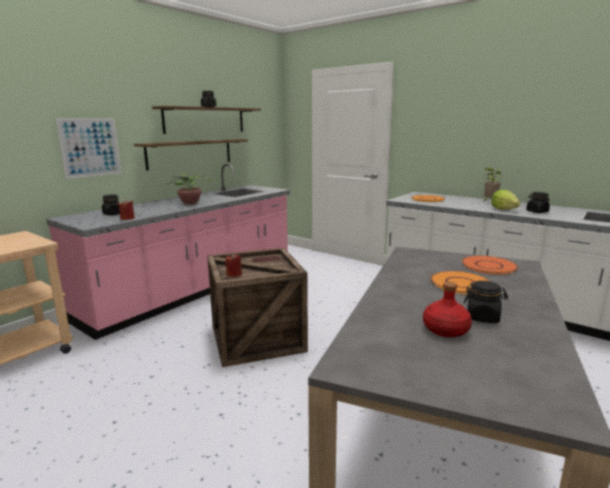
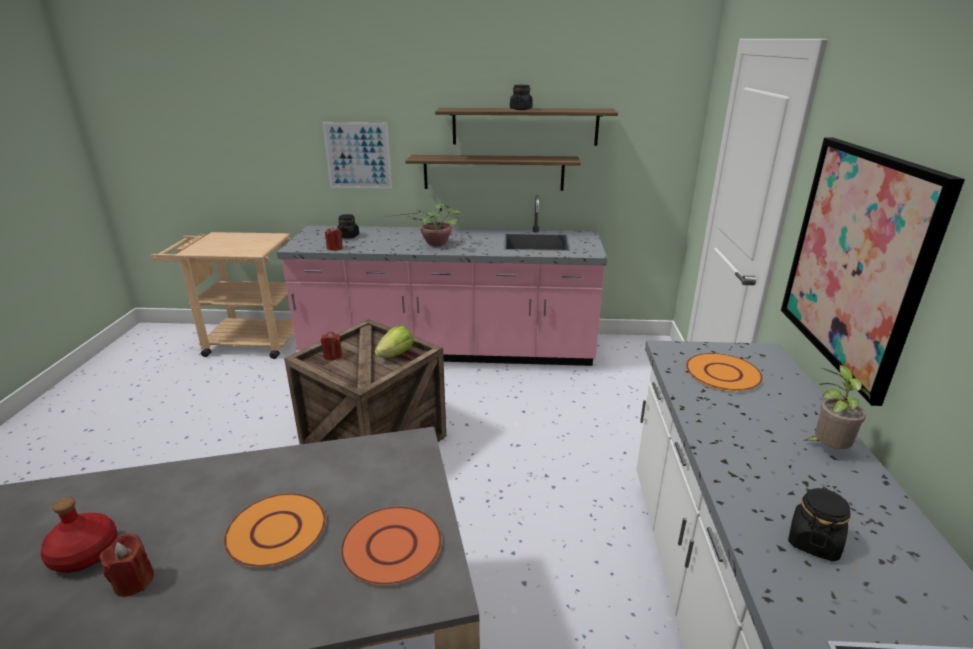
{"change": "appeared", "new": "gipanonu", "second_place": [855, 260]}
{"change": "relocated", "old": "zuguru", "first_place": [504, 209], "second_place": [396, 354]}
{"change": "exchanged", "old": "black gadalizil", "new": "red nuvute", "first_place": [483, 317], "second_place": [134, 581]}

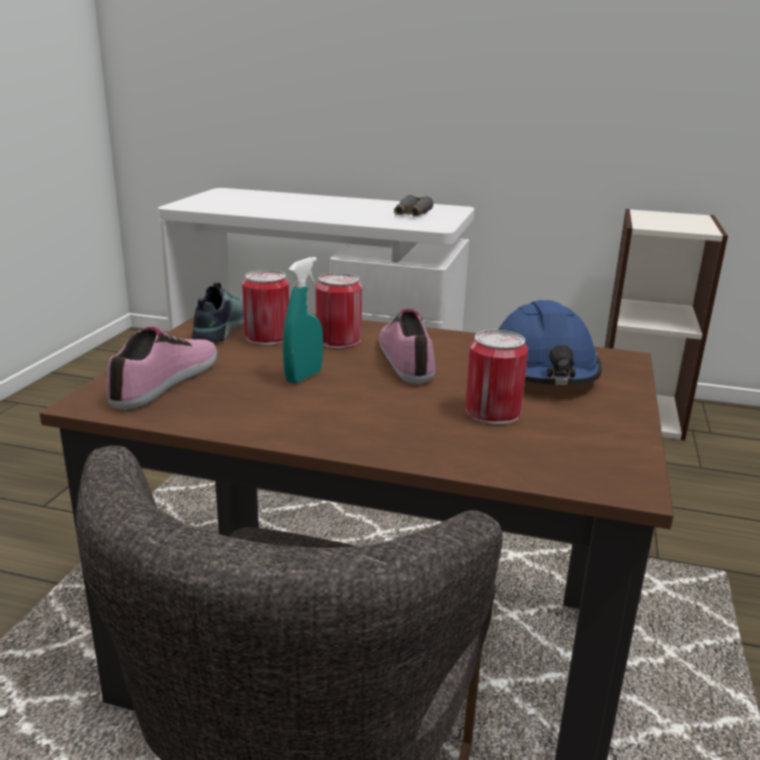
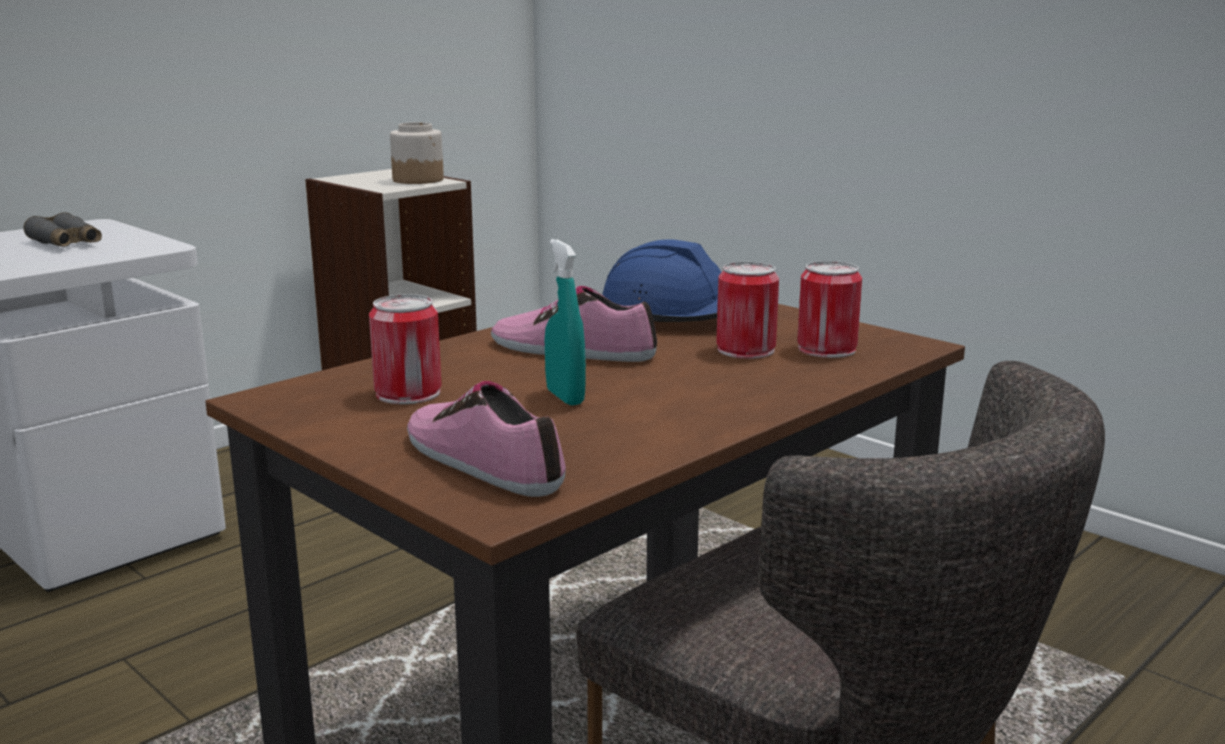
{"change": "missing", "old": "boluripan", "first_place": [221, 327]}
{"change": "appeared", "new": "gadalizil", "second_place": [418, 180]}
{"change": "relocated", "old": "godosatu", "first_place": [338, 340], "second_place": [826, 349]}

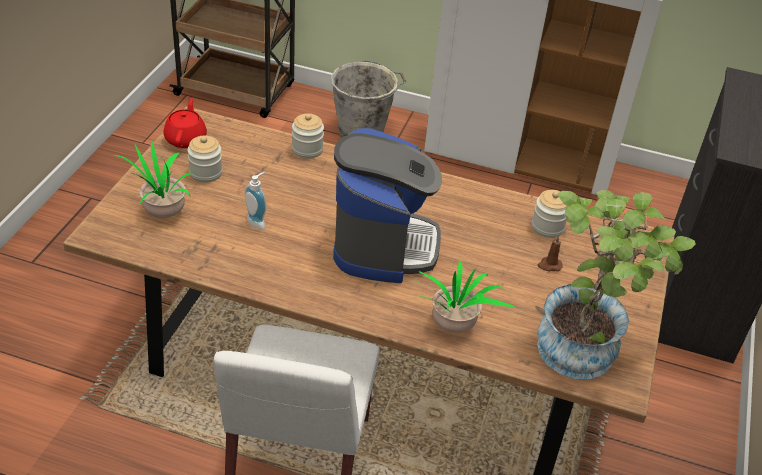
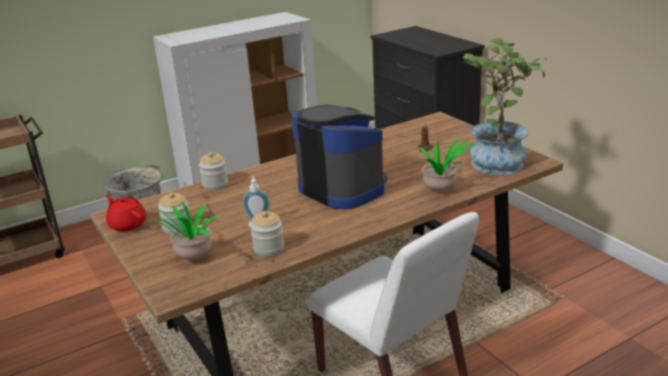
{"change": "relocated", "old": "gadalizil", "first_place": [547, 227], "second_place": [269, 248]}

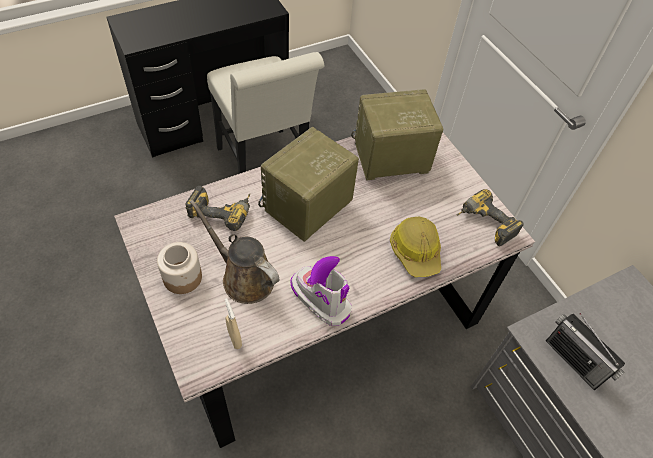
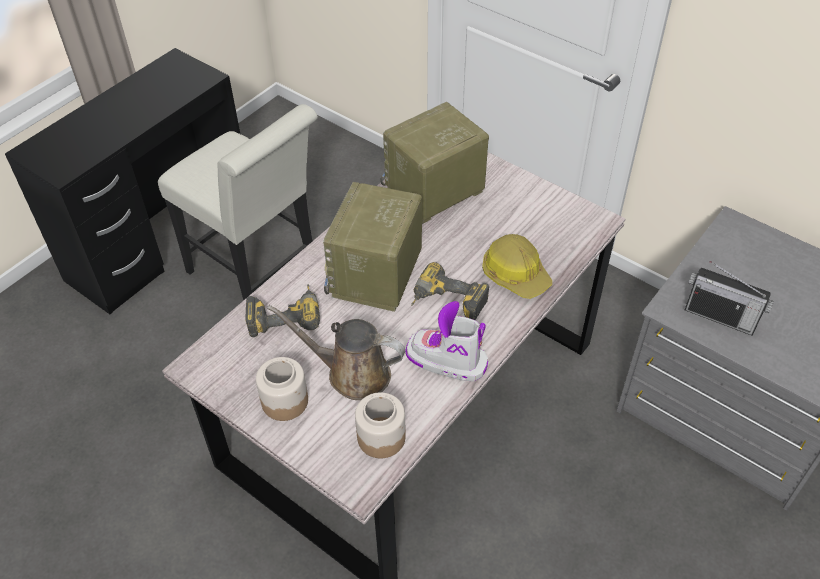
{"change": "relocated", "old": "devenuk", "first_place": [484, 225], "second_place": [446, 304]}
{"change": "exchanged", "old": "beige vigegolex", "new": "gadalizil", "first_place": [234, 338], "second_place": [381, 437]}

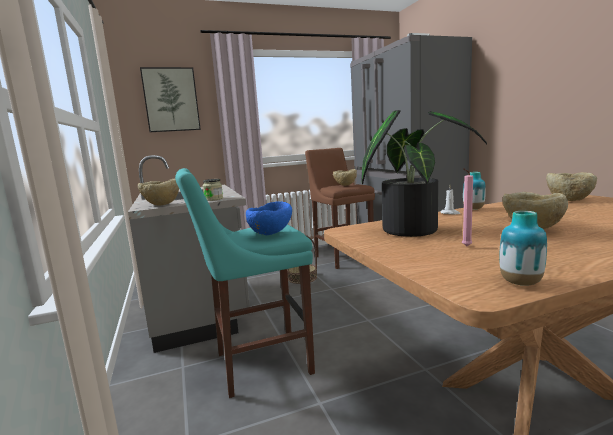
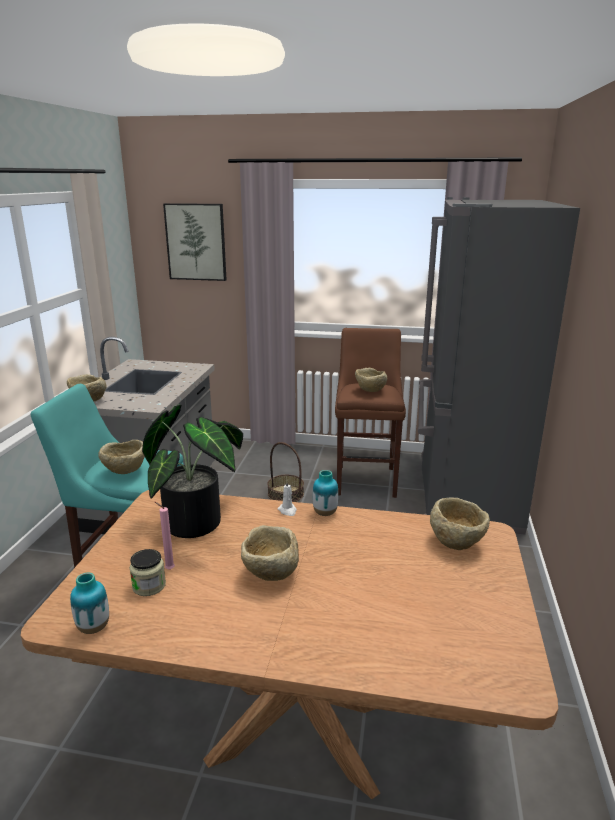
{"change": "relocated", "old": "gadalizil", "first_place": [213, 199], "second_place": [149, 586]}
{"change": "colour", "old": "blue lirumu", "new": "beige lirumu", "first_place": [271, 234], "second_place": [125, 473]}

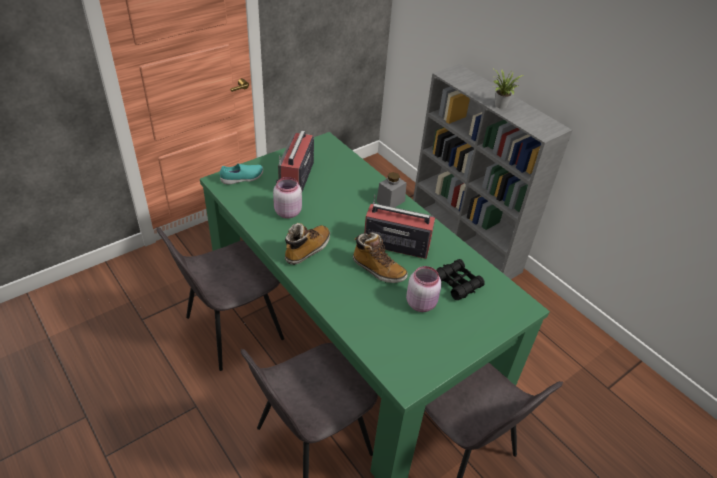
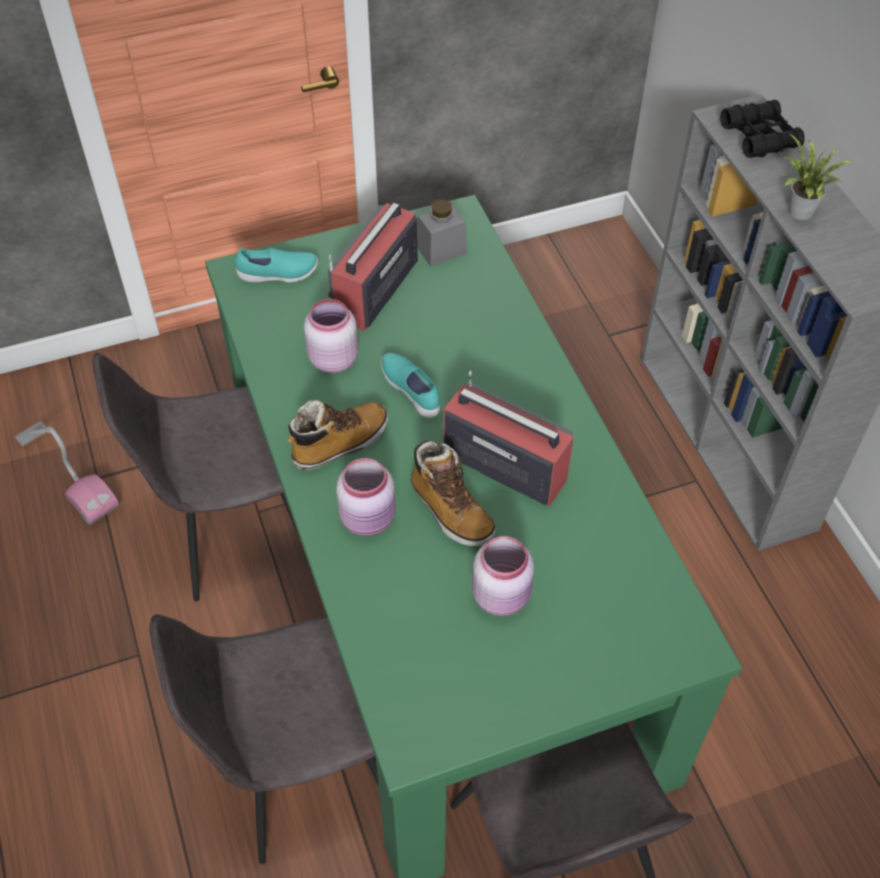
{"change": "appeared", "new": "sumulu", "second_place": [67, 473]}
{"change": "appeared", "new": "pink gadalizil", "second_place": [369, 518]}
{"change": "appeared", "new": "turquoise boluripan", "second_place": [412, 390]}
{"change": "relocated", "old": "grey gadalizil", "first_place": [390, 201], "second_place": [441, 250]}
{"change": "relocated", "old": "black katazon", "first_place": [457, 283], "second_place": [760, 137]}

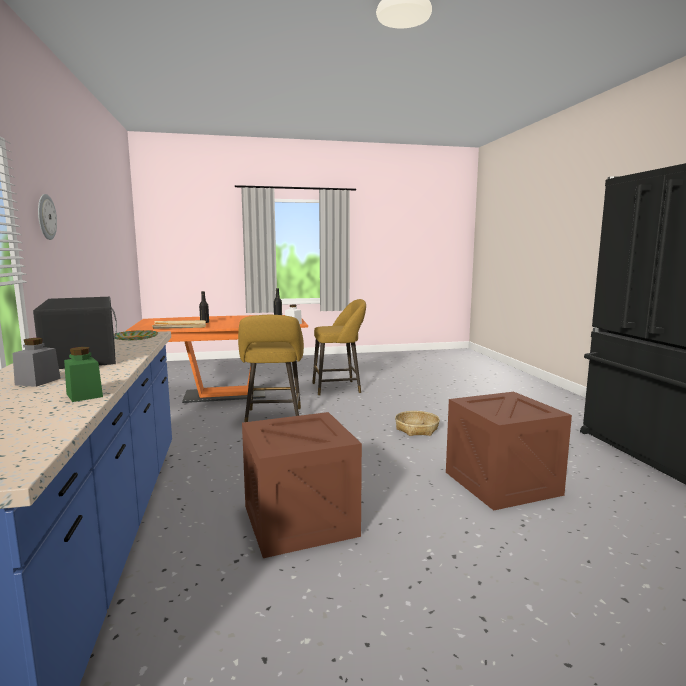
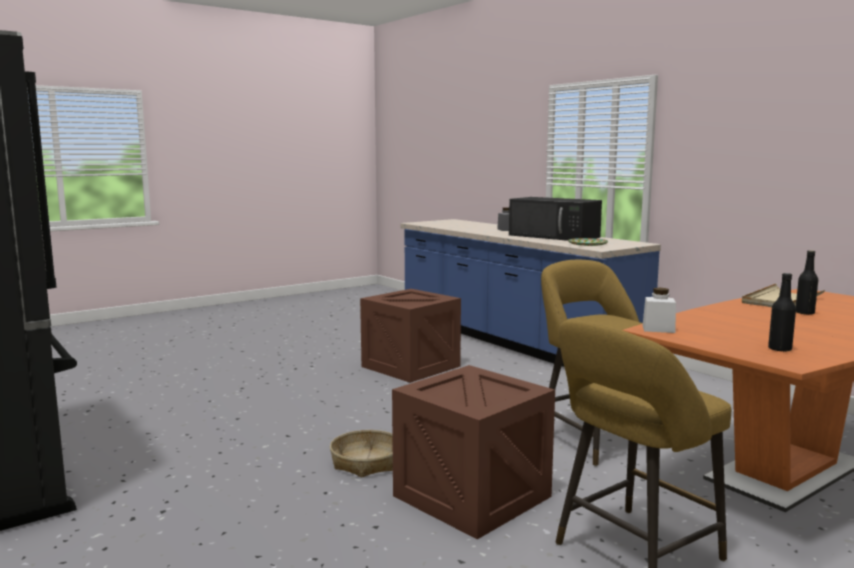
{"change": "missing", "old": "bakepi", "first_place": [45, 217]}
{"change": "missing", "old": "green gadalizil", "first_place": [84, 395]}
{"change": "relocated", "old": "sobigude", "first_place": [502, 483], "second_place": [472, 496]}

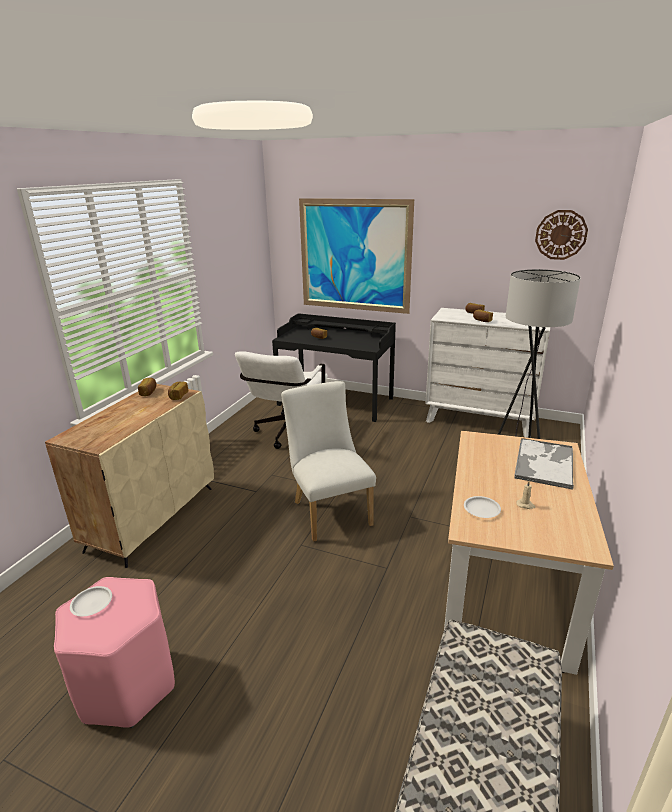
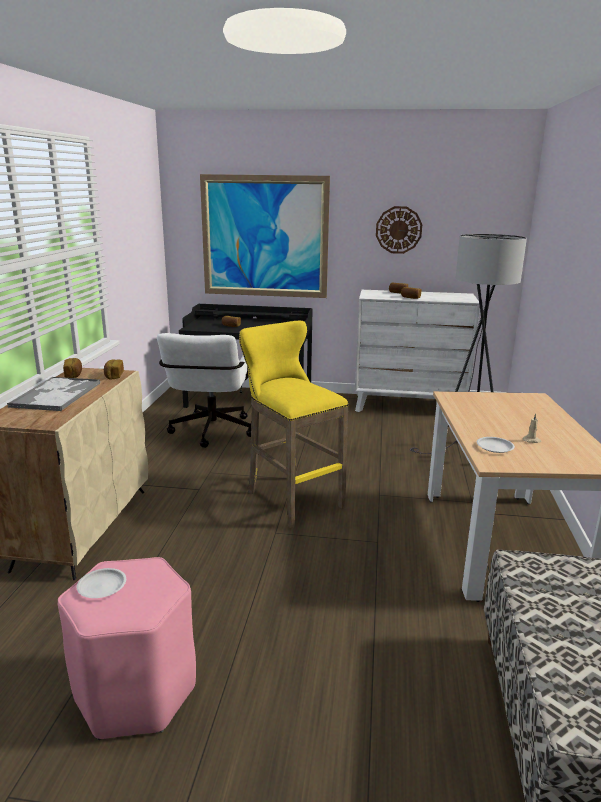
{"change": "relocated", "old": "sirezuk", "first_place": [544, 463], "second_place": [57, 394]}
{"change": "relocated", "old": "bakepi", "first_place": [561, 235], "second_place": [398, 230]}
{"change": "exchanged", "old": "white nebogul", "new": "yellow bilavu", "first_place": [329, 510], "second_place": [291, 498]}

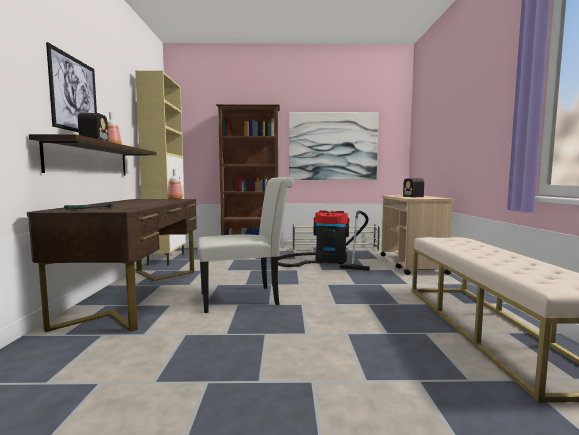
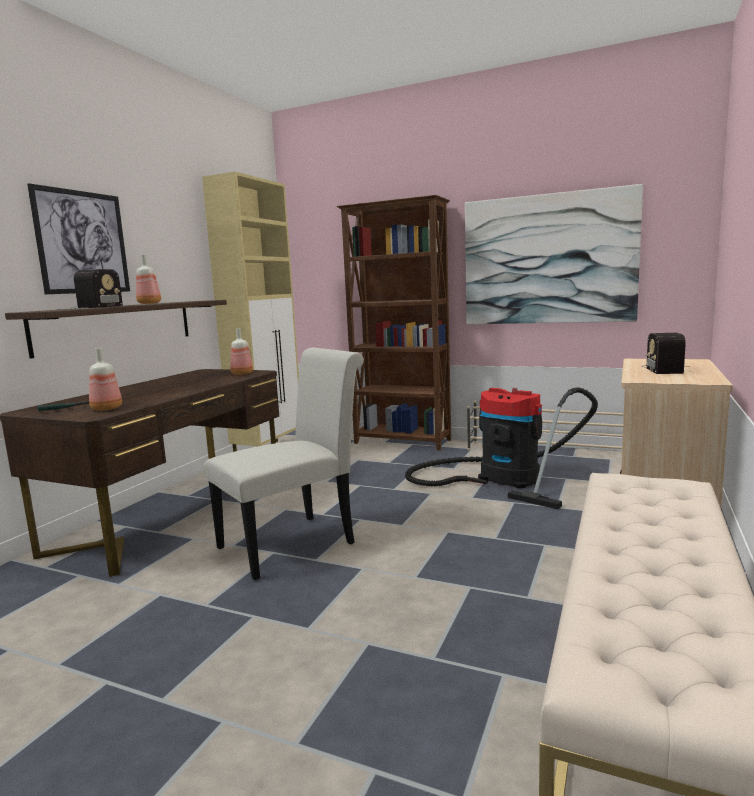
{"change": "appeared", "new": "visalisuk", "second_place": [105, 409]}
{"change": "spun", "old": "white nebogul", "first_place": [245, 298], "second_place": [295, 542], "degrees": -45}

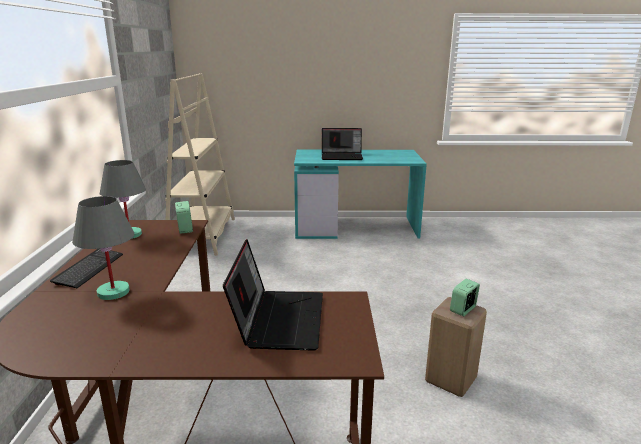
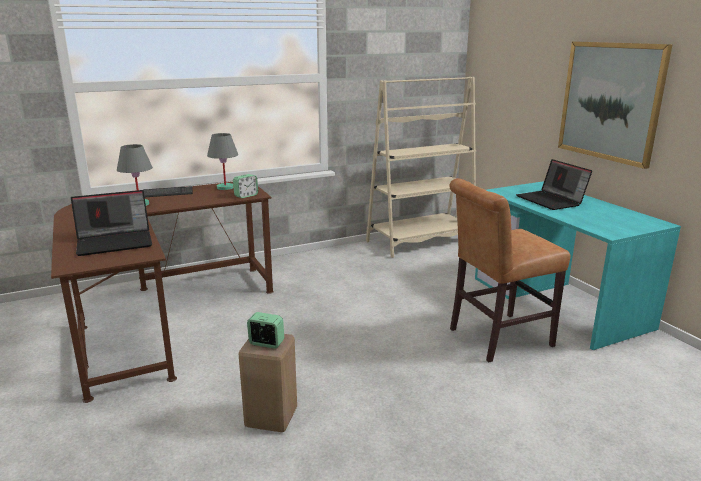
{"change": "appeared", "new": "brown nebogul", "second_place": [495, 338]}
{"change": "appeared", "new": "gipanonu", "second_place": [610, 101]}

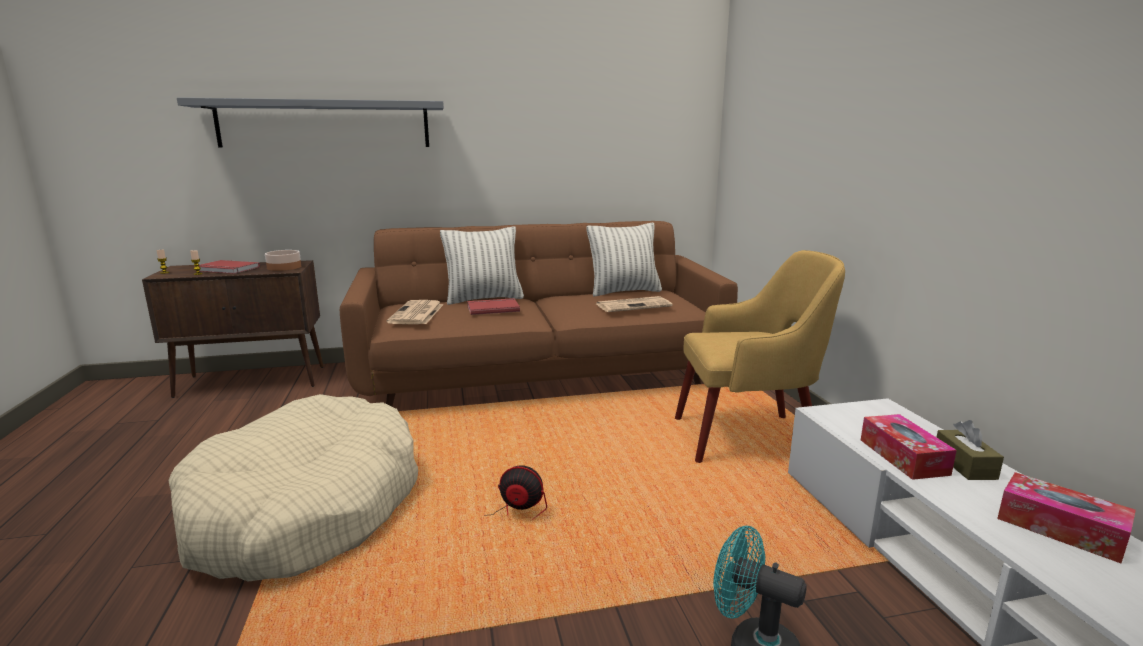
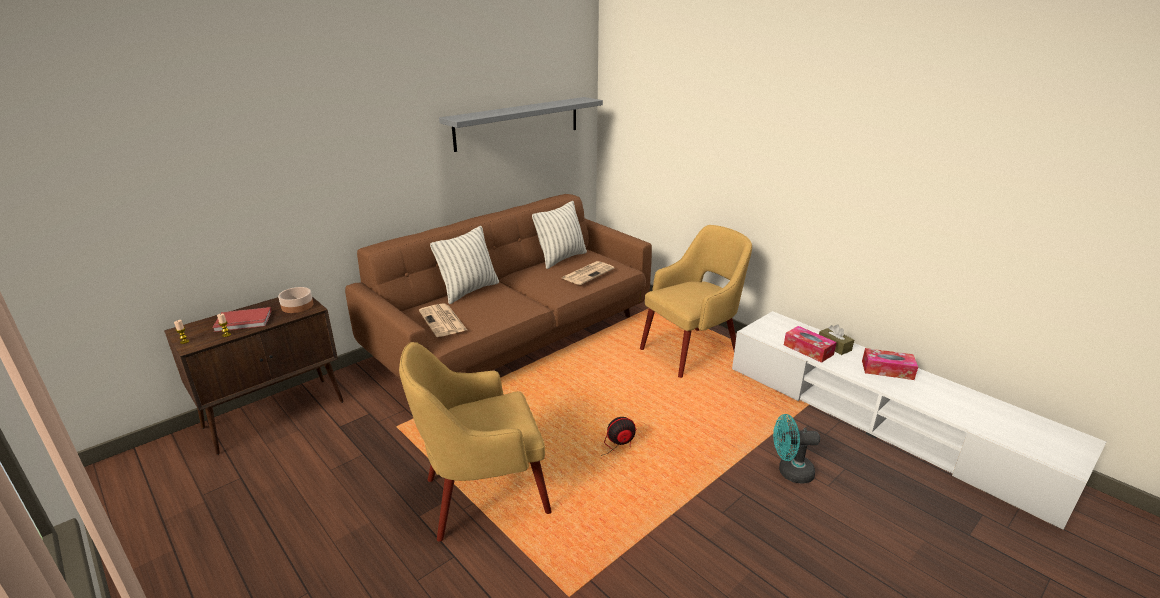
{"change": "missing", "old": "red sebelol", "first_place": [492, 308]}
{"change": "relocated", "old": "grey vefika", "first_place": [325, 124], "second_place": [518, 123]}
{"change": "exchanged", "old": "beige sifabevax", "new": "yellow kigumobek", "first_place": [306, 509], "second_place": [482, 496]}

